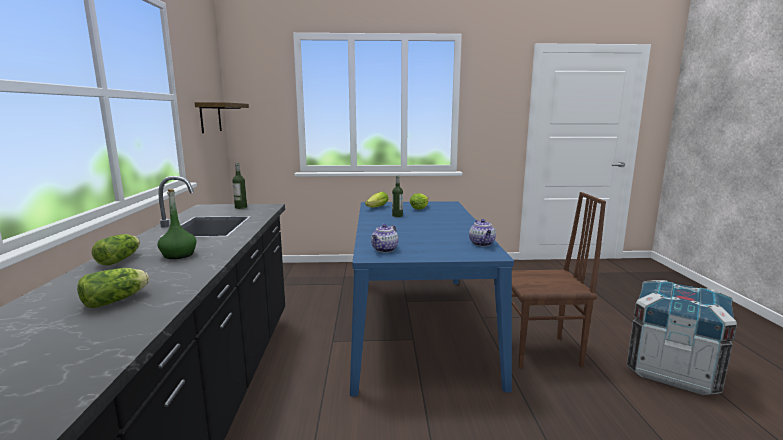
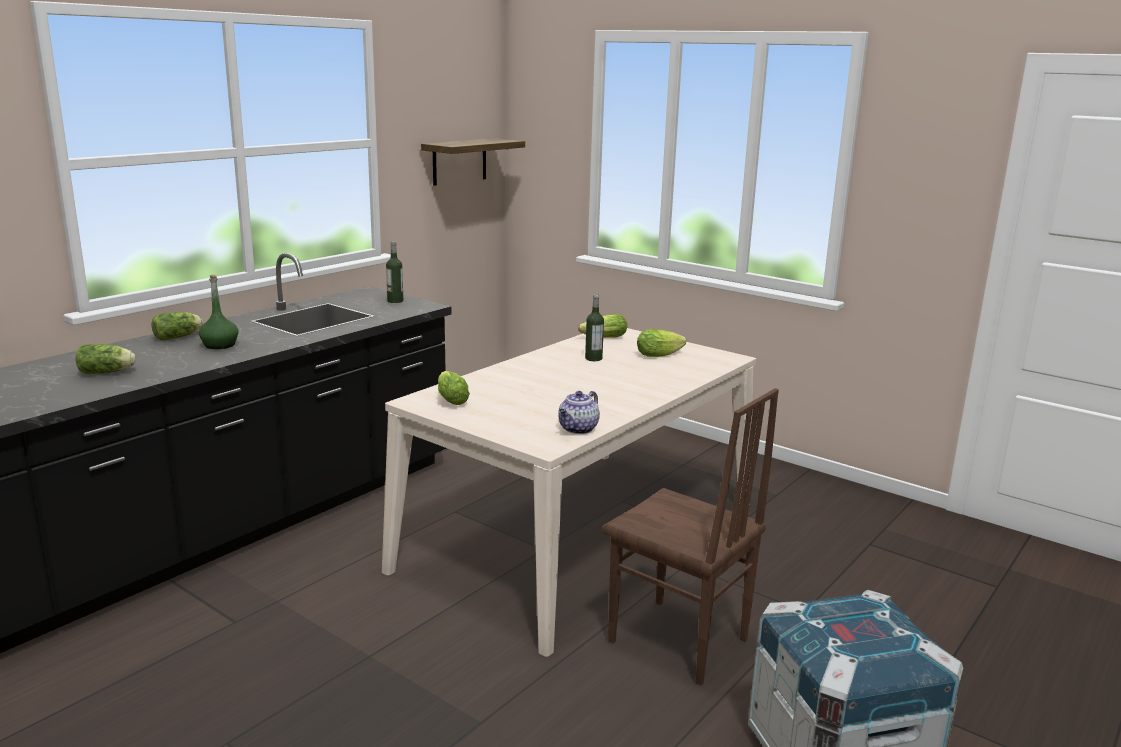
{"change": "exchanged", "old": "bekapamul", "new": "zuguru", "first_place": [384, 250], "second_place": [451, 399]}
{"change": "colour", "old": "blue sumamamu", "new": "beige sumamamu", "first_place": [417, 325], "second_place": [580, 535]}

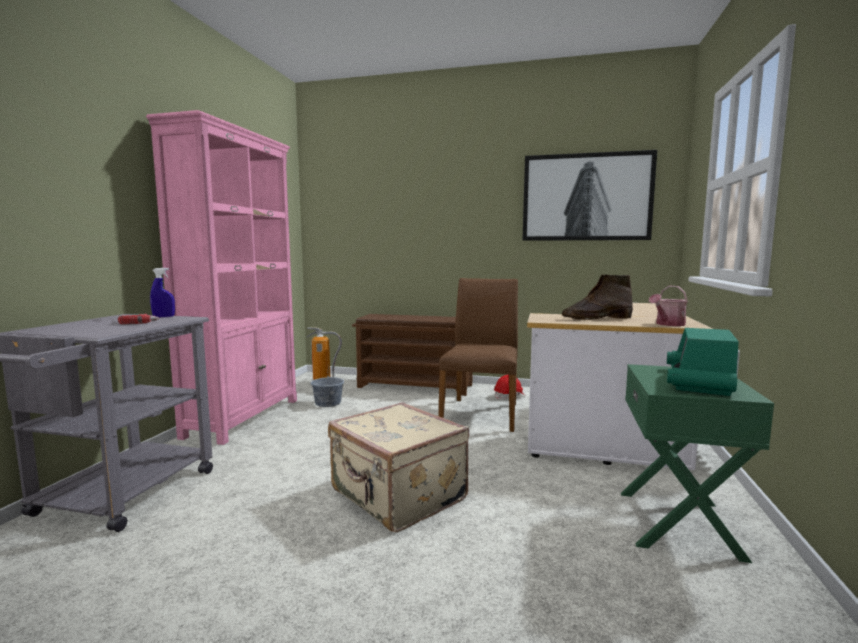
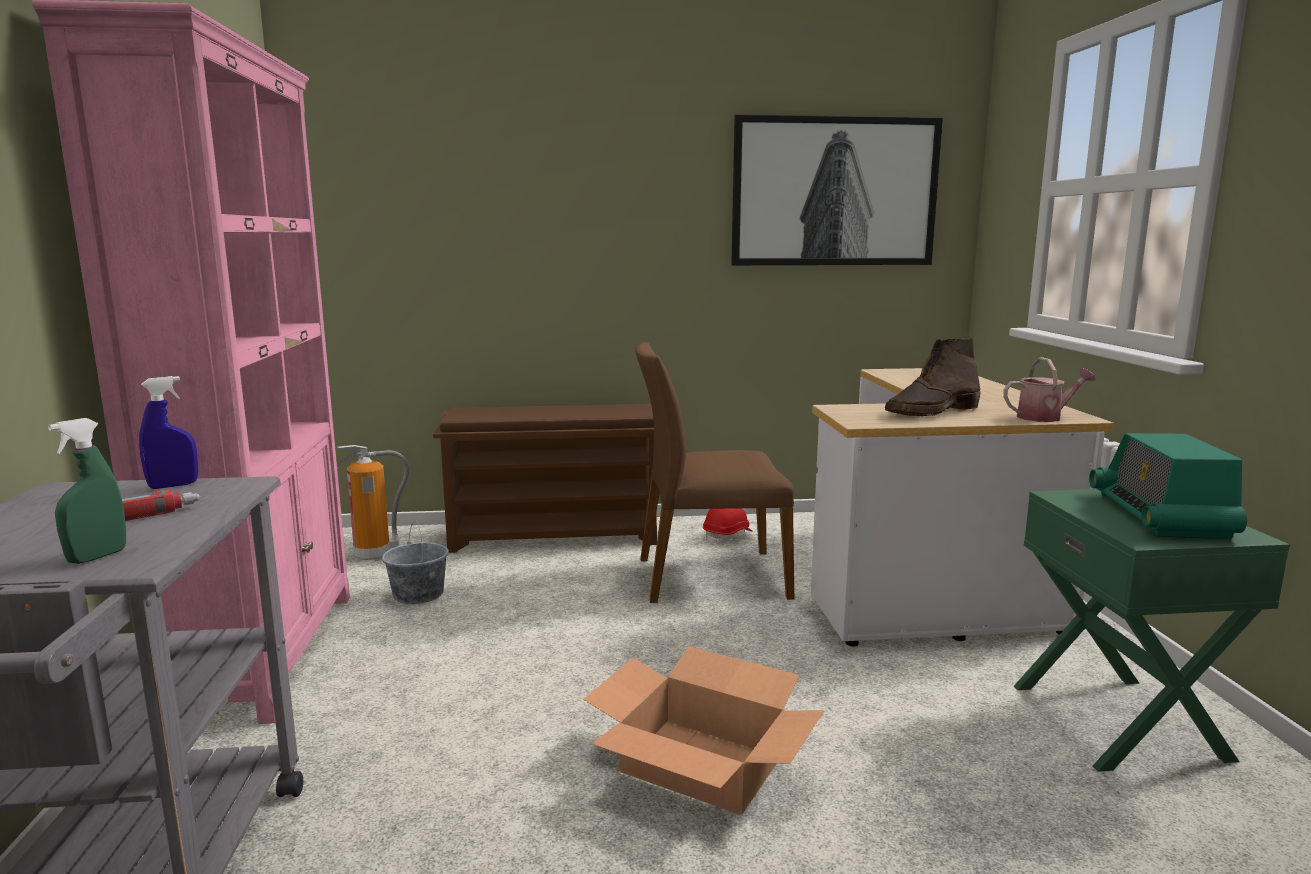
{"change": "appeared", "new": "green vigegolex", "second_place": [97, 557]}
{"change": "exchanged", "old": "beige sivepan", "new": "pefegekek", "first_place": [397, 496], "second_place": [701, 764]}
{"change": "spun", "old": "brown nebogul", "first_place": [481, 413], "second_place": [709, 576], "degrees": -90}
{"change": "spun", "old": "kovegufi", "first_place": [668, 324], "second_place": [1044, 417], "degrees": -135}

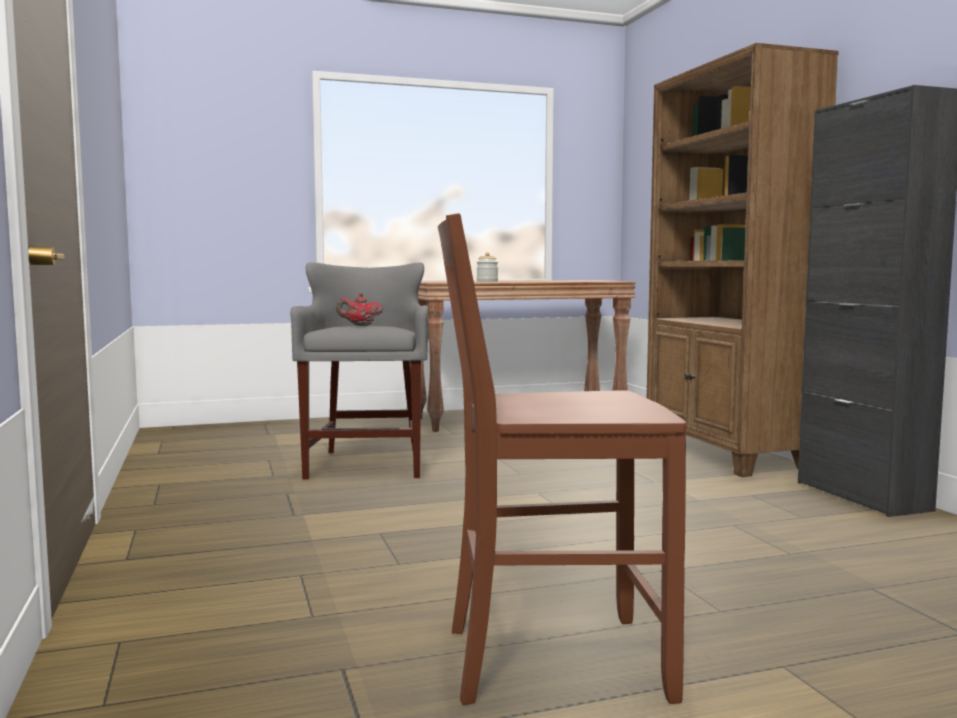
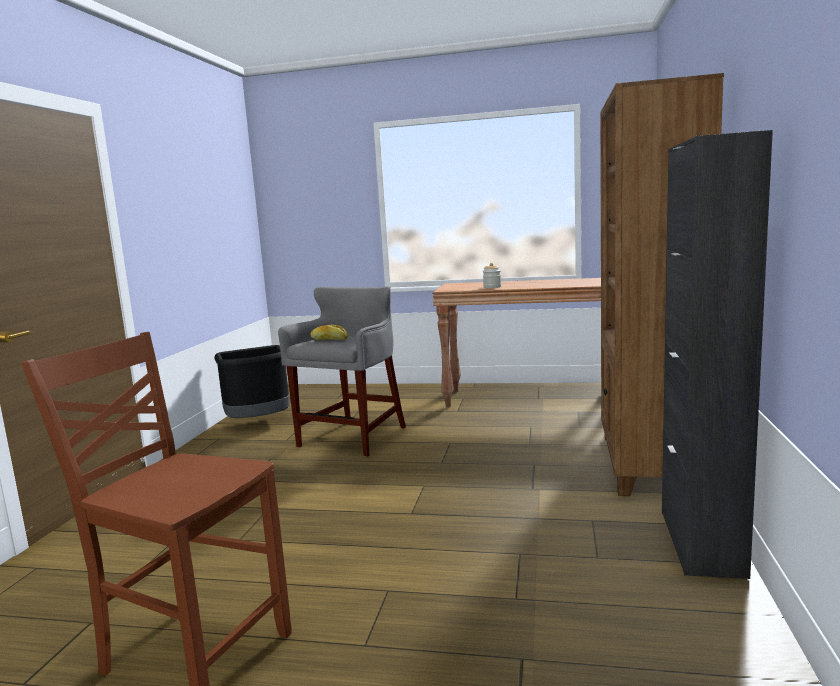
{"change": "appeared", "new": "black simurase", "second_place": [259, 423]}
{"change": "exchanged", "old": "red bekapamul", "new": "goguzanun", "first_place": [360, 325], "second_place": [329, 340]}

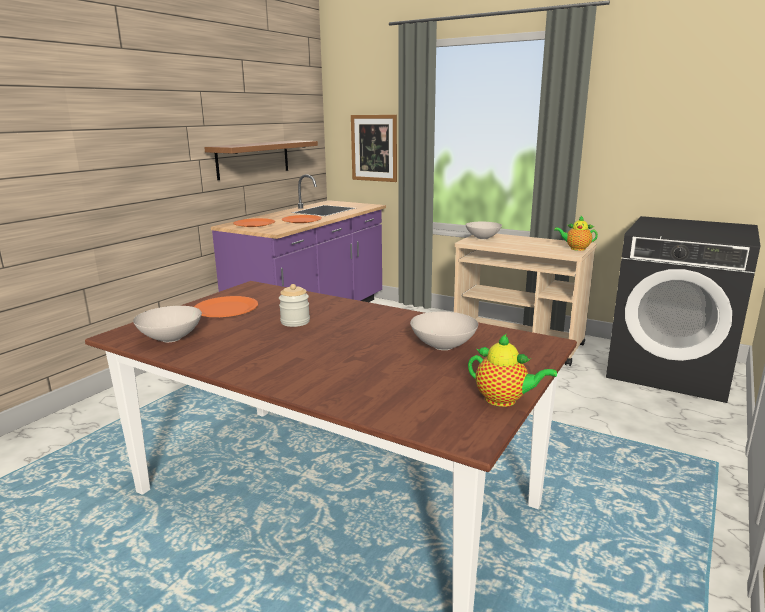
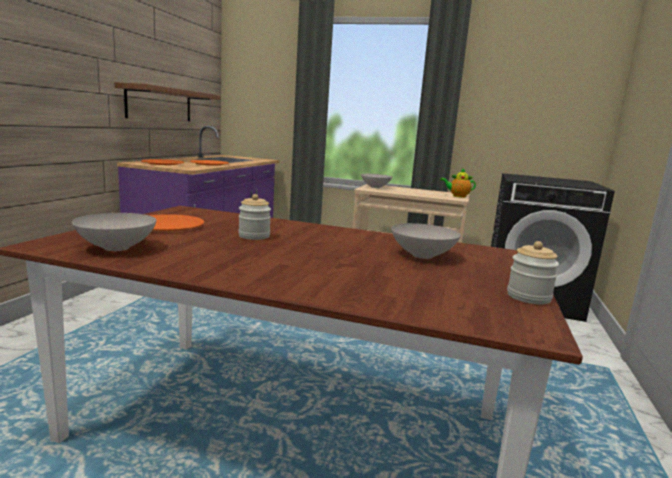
{"change": "missing", "old": "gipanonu", "first_place": [374, 148]}
{"change": "exchanged", "old": "bekapamul", "new": "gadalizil", "first_place": [504, 400], "second_place": [528, 297]}

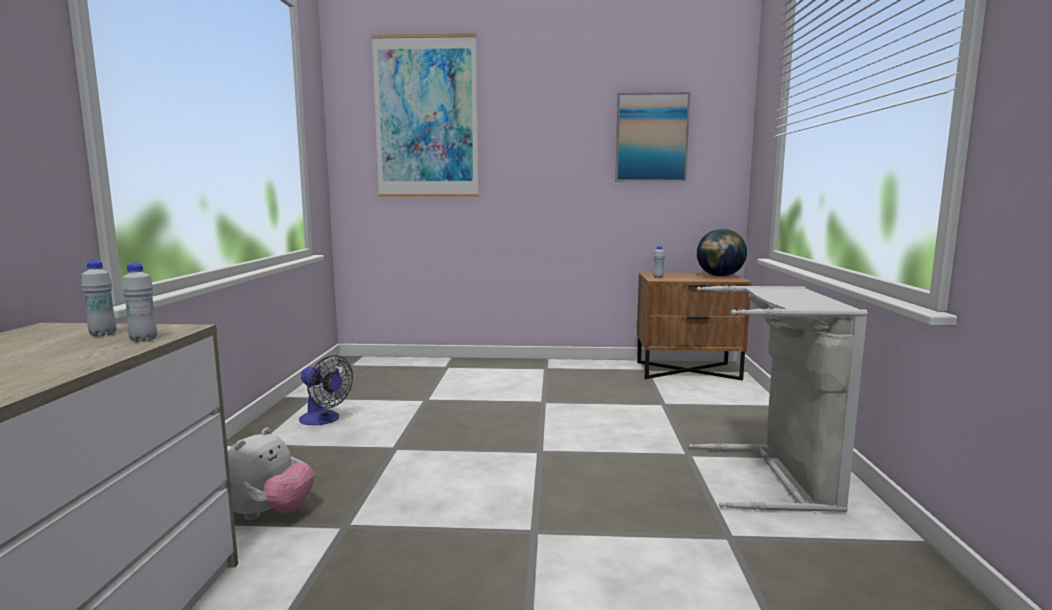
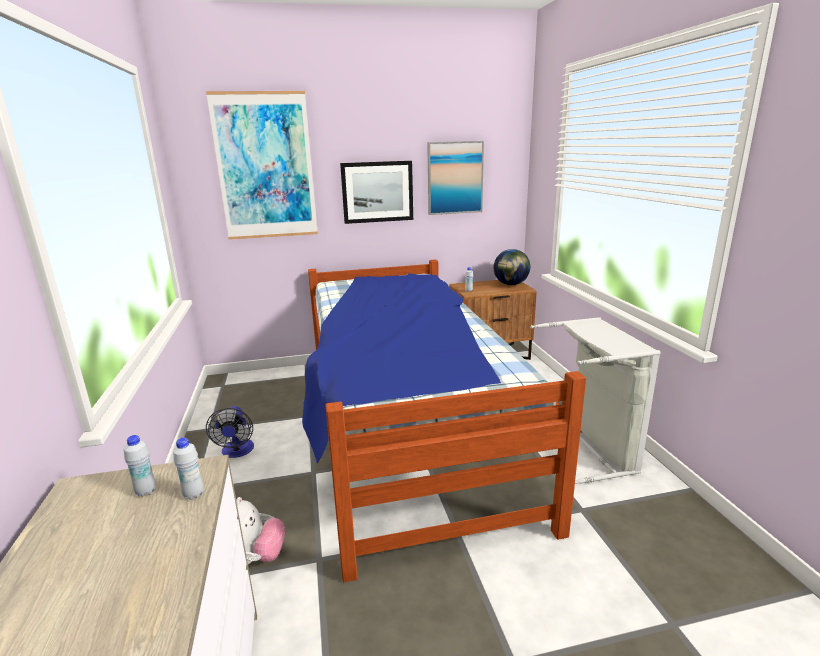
{"change": "appeared", "new": "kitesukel", "second_place": [404, 426]}
{"change": "appeared", "new": "gipanonu", "second_place": [377, 192]}
{"change": "spun", "old": "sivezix", "first_place": [324, 420], "second_place": [237, 452], "degrees": 60}

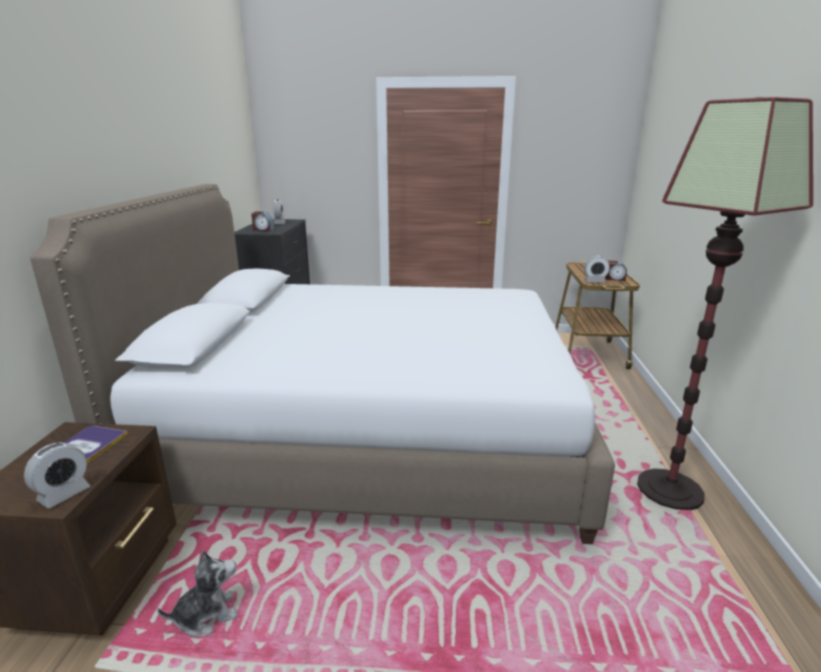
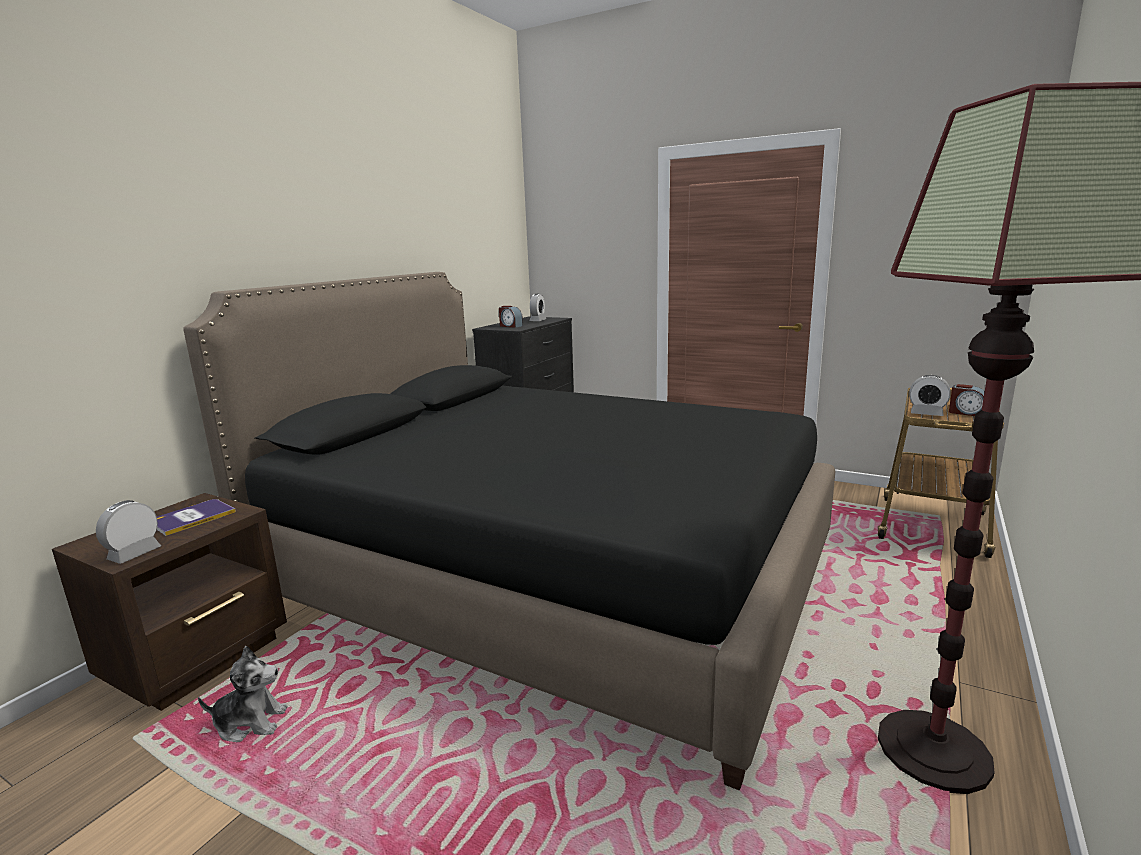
{"change": "colour", "old": "white kitesukel", "new": "black kitesukel", "first_place": [369, 436], "second_place": [548, 576]}
{"change": "spun", "old": "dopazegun", "first_place": [64, 494], "second_place": [134, 554], "degrees": 150}

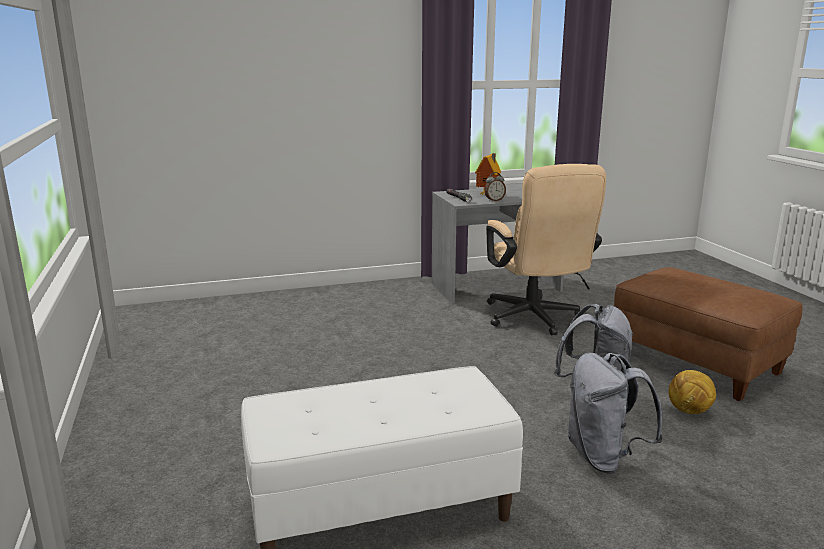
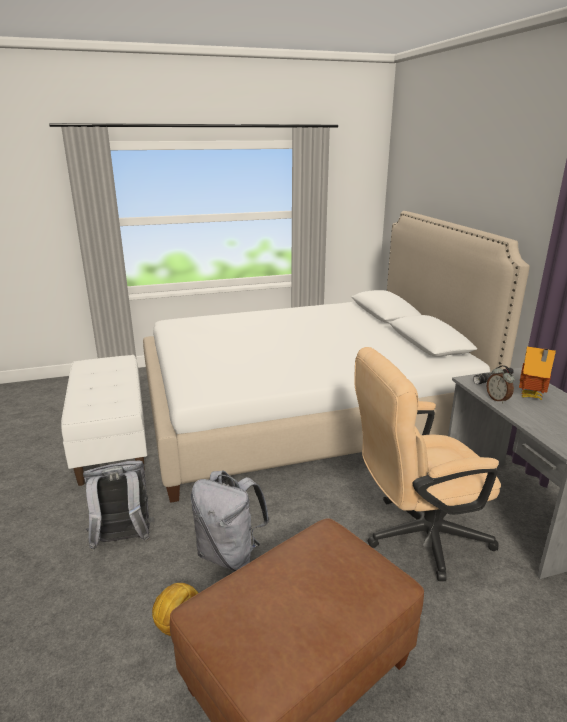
{"change": "appeared", "new": "kitesukel", "second_place": [305, 412]}

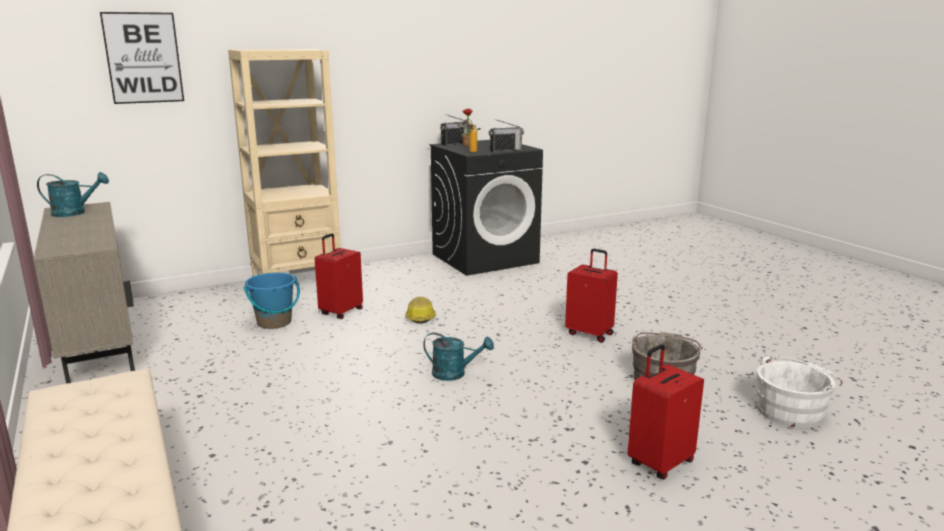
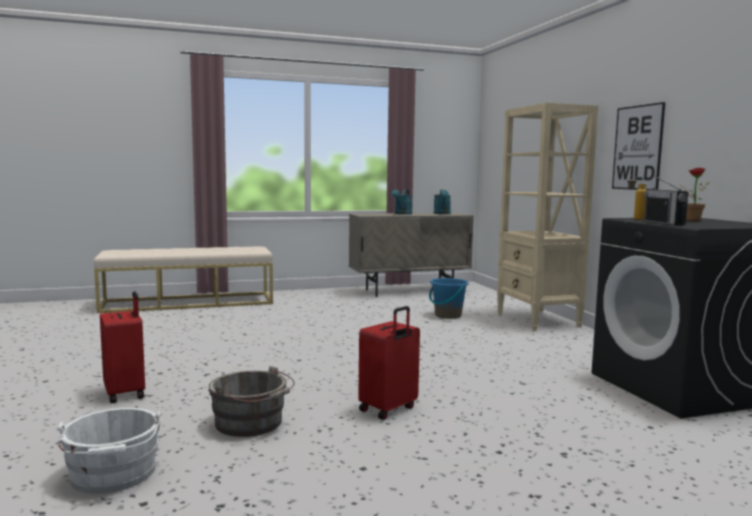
{"change": "missing", "old": "red sivepan", "first_place": [340, 312]}
{"change": "missing", "old": "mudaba", "first_place": [420, 317]}
{"change": "missing", "old": "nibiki", "first_place": [455, 143]}
{"change": "relocated", "old": "gipanonu", "first_place": [143, 58], "second_place": [637, 148]}
{"change": "relocated", "old": "turquoise kovegufi", "first_place": [455, 374], "second_place": [402, 214]}

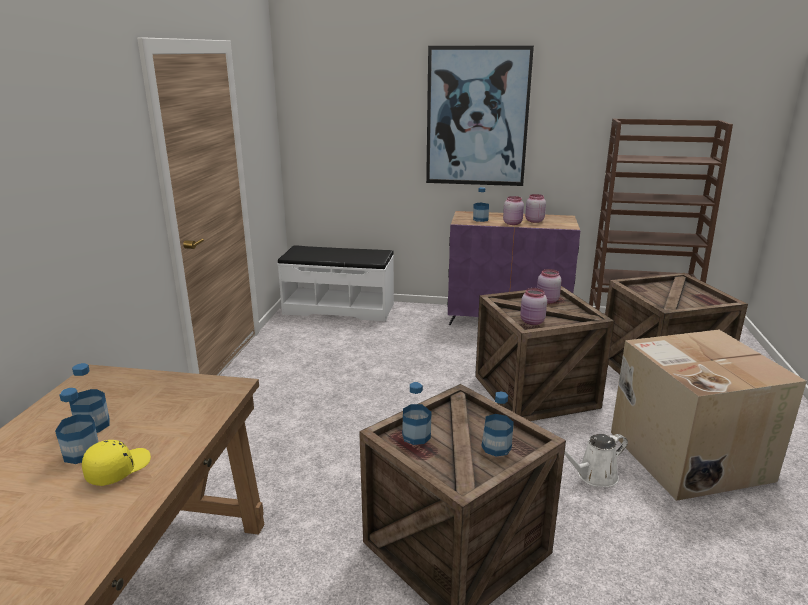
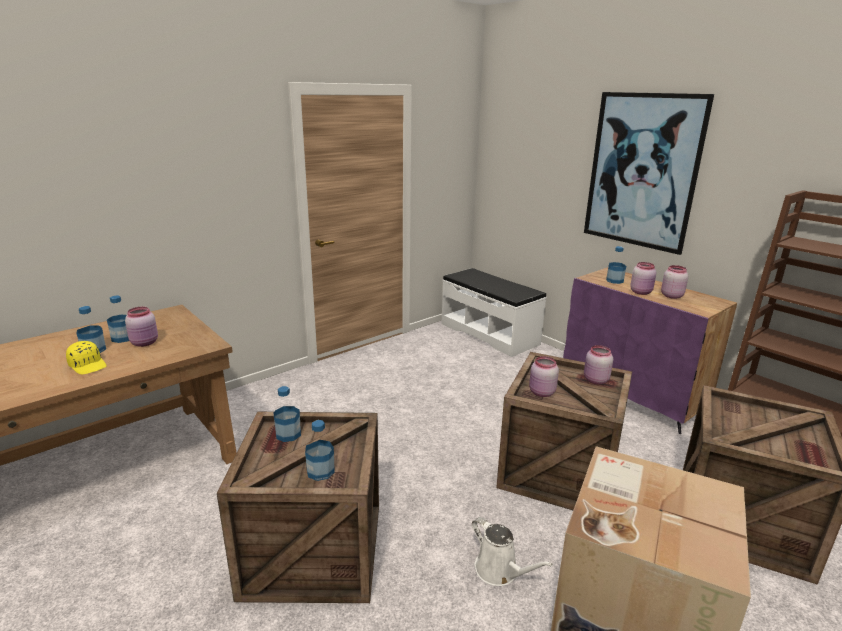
{"change": "appeared", "new": "pink gadalizil", "second_place": [145, 343]}
{"change": "spun", "old": "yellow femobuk", "first_place": [118, 469], "second_place": [88, 365], "degrees": 60}
{"change": "spun", "old": "white kovegufi", "first_place": [594, 476], "second_place": [500, 571], "degrees": -150}

